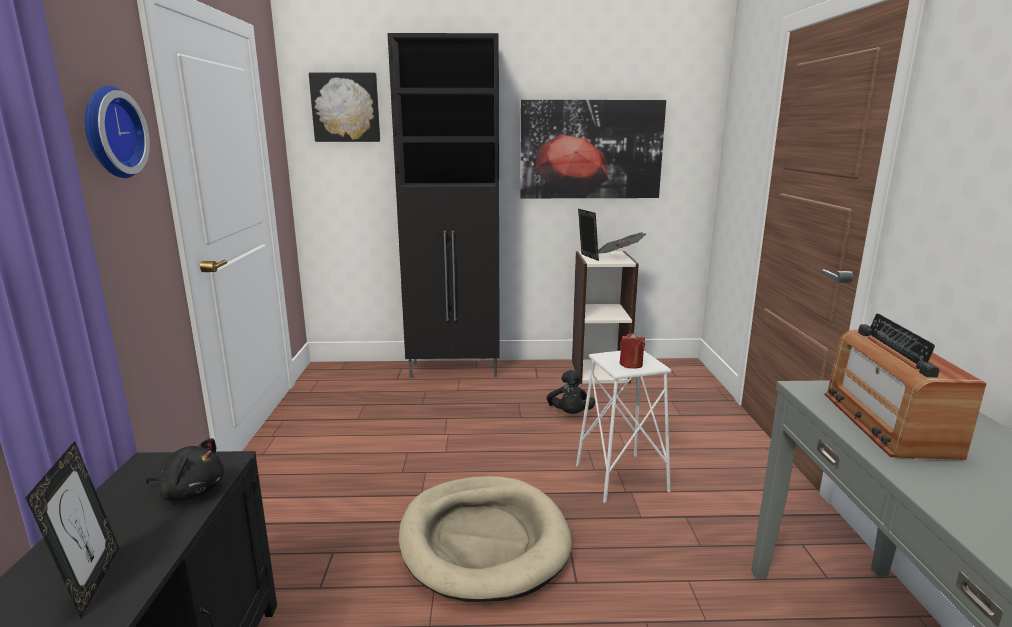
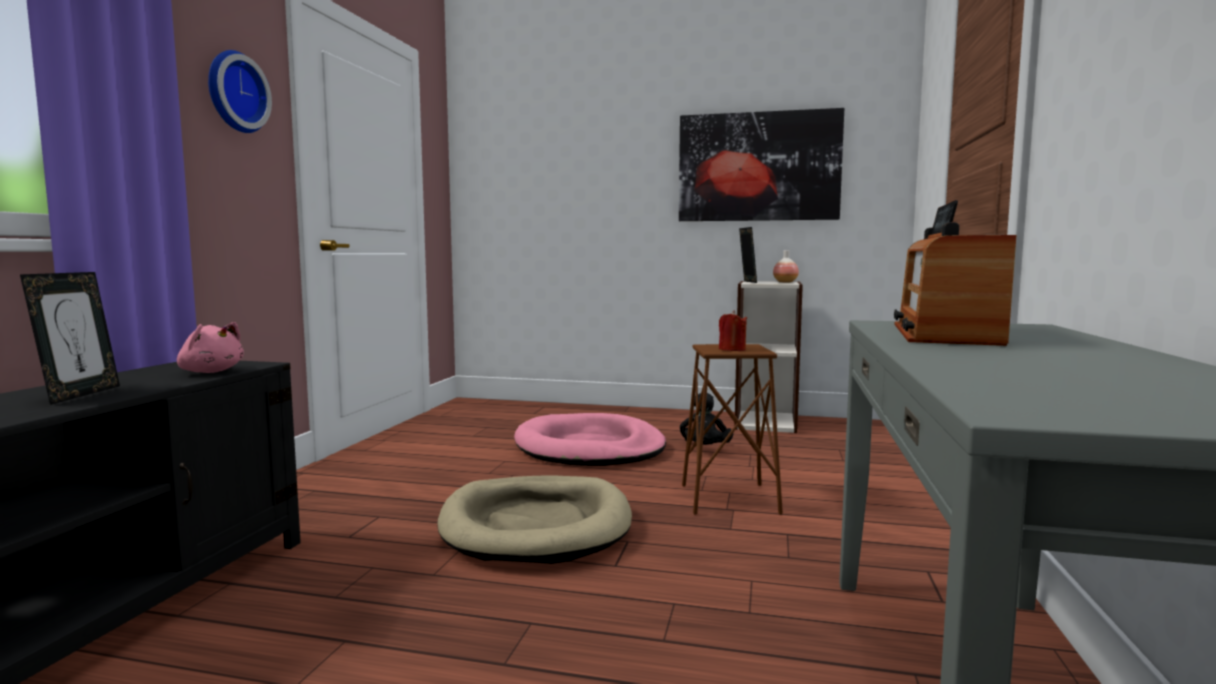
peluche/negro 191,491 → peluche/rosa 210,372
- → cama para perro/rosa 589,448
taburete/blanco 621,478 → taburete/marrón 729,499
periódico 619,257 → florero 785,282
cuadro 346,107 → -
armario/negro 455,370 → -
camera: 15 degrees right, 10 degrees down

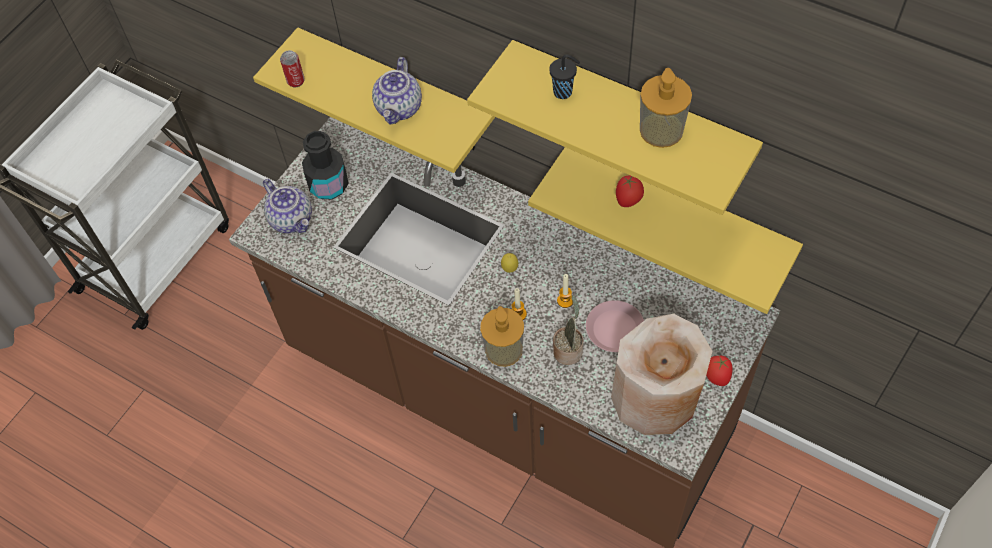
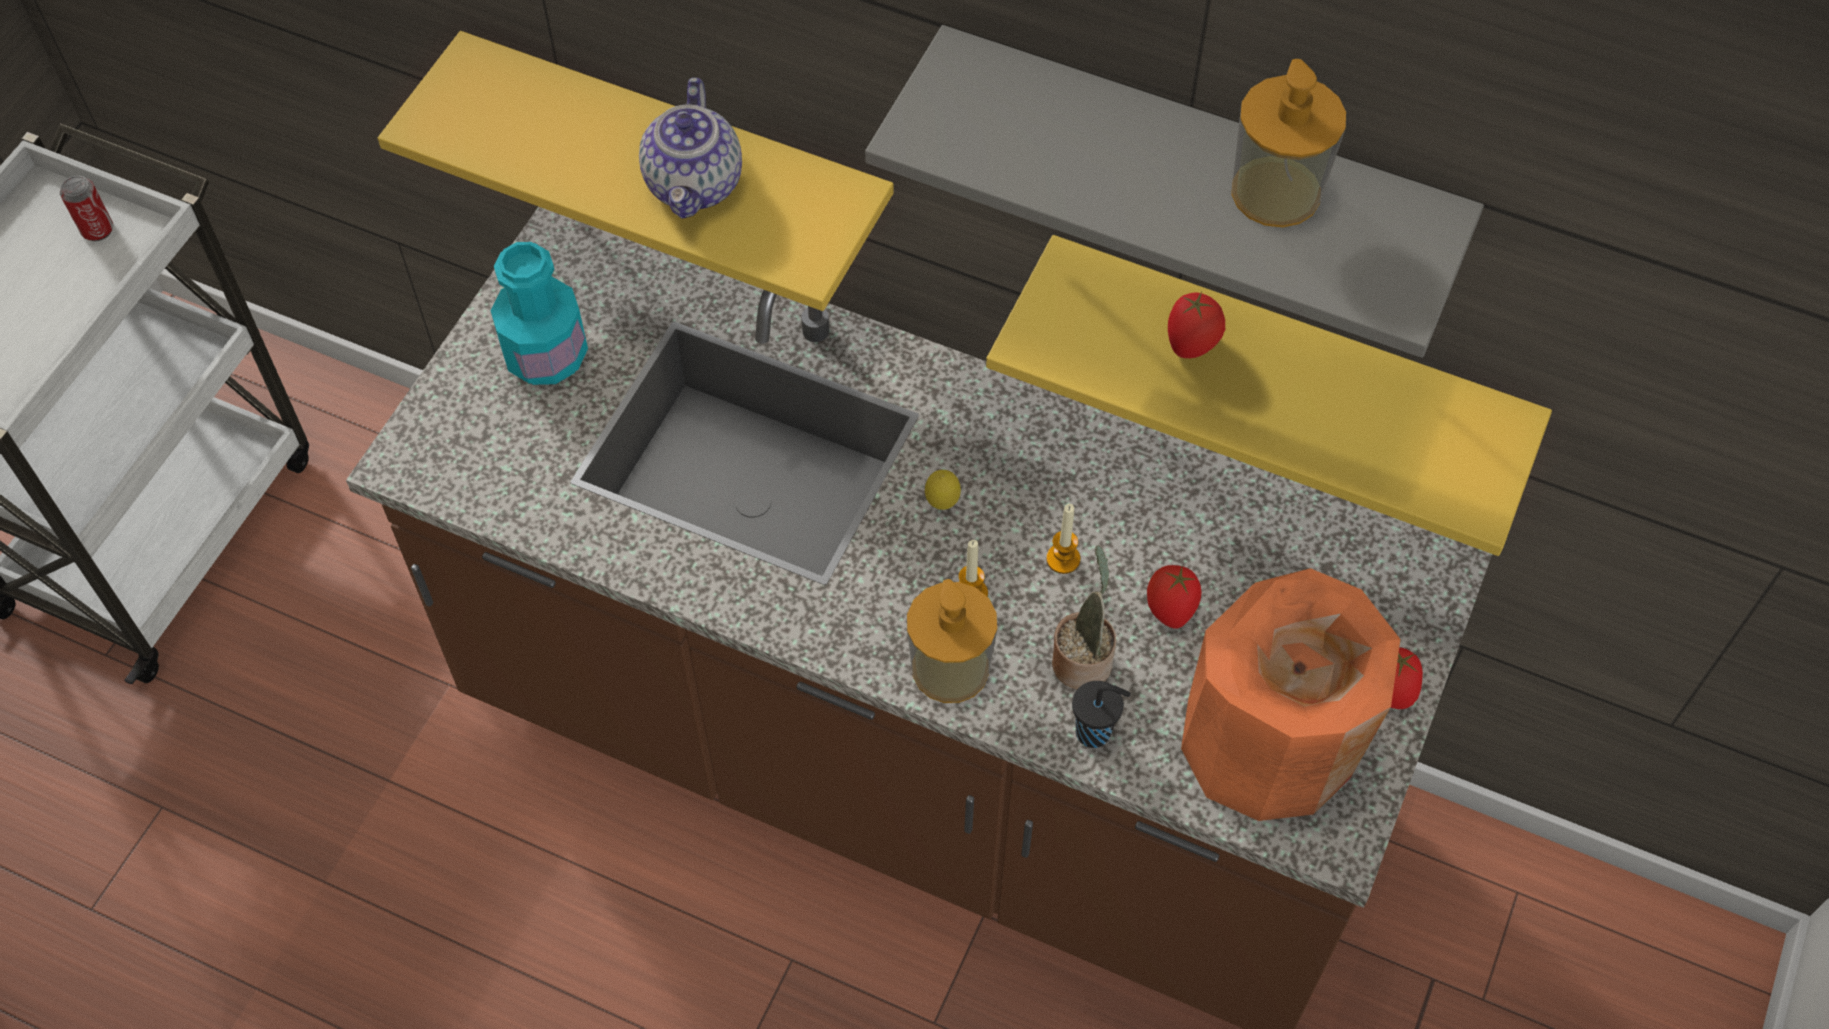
lata 296,81 → lata 98,230, shifted
botella/negro 329,185 → botella/turquesa 546,356
estante/amarillo 630,116 → estante/gris 1195,170
taza/negro 564,92 → taza/negro 1095,732, shifted
plato/rosa 614,329 → tomate 1170,610
florero/beis 656,396 → florero/naranja 1271,741
tetera 292,219 → -
camera: 10 degrees left, 0 degrees up

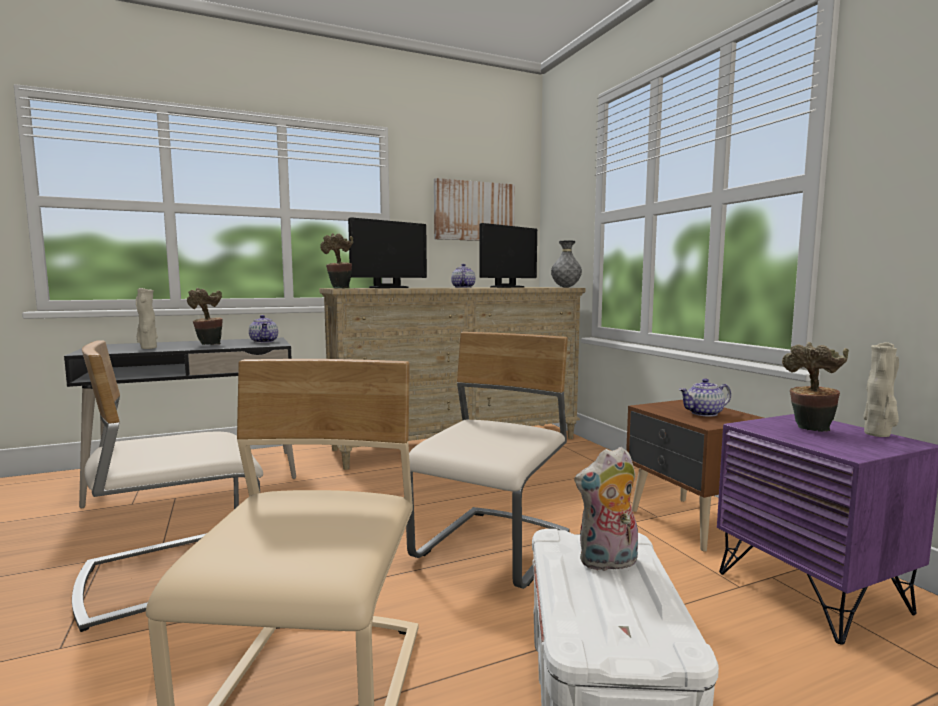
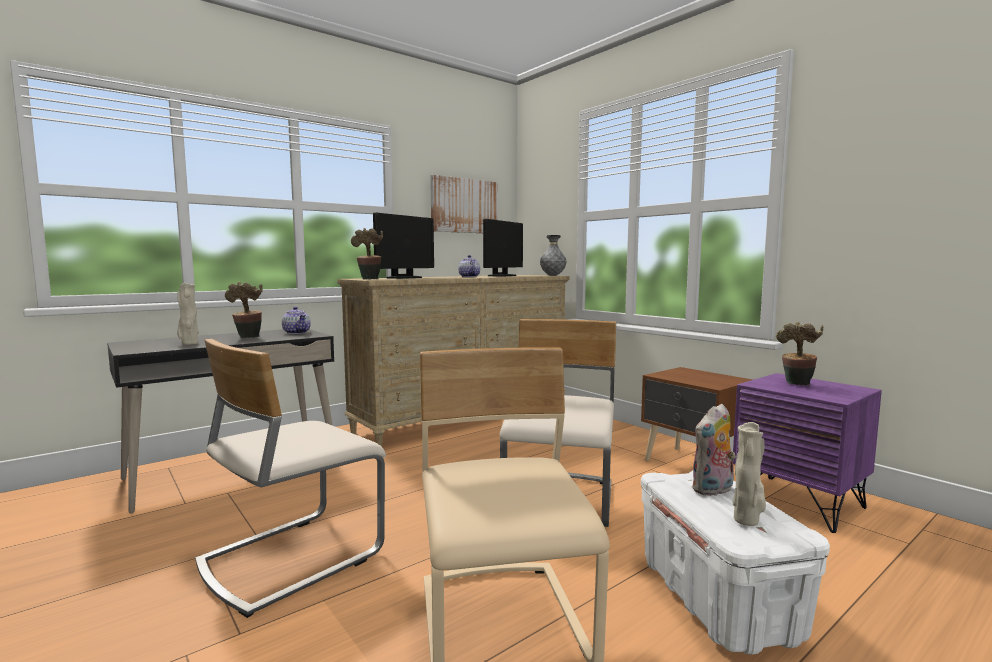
florero/beis 878,435 → florero/beis 747,521, shifted
tetera 704,413 → -
camera: 15 degrees left, 0 degrees up

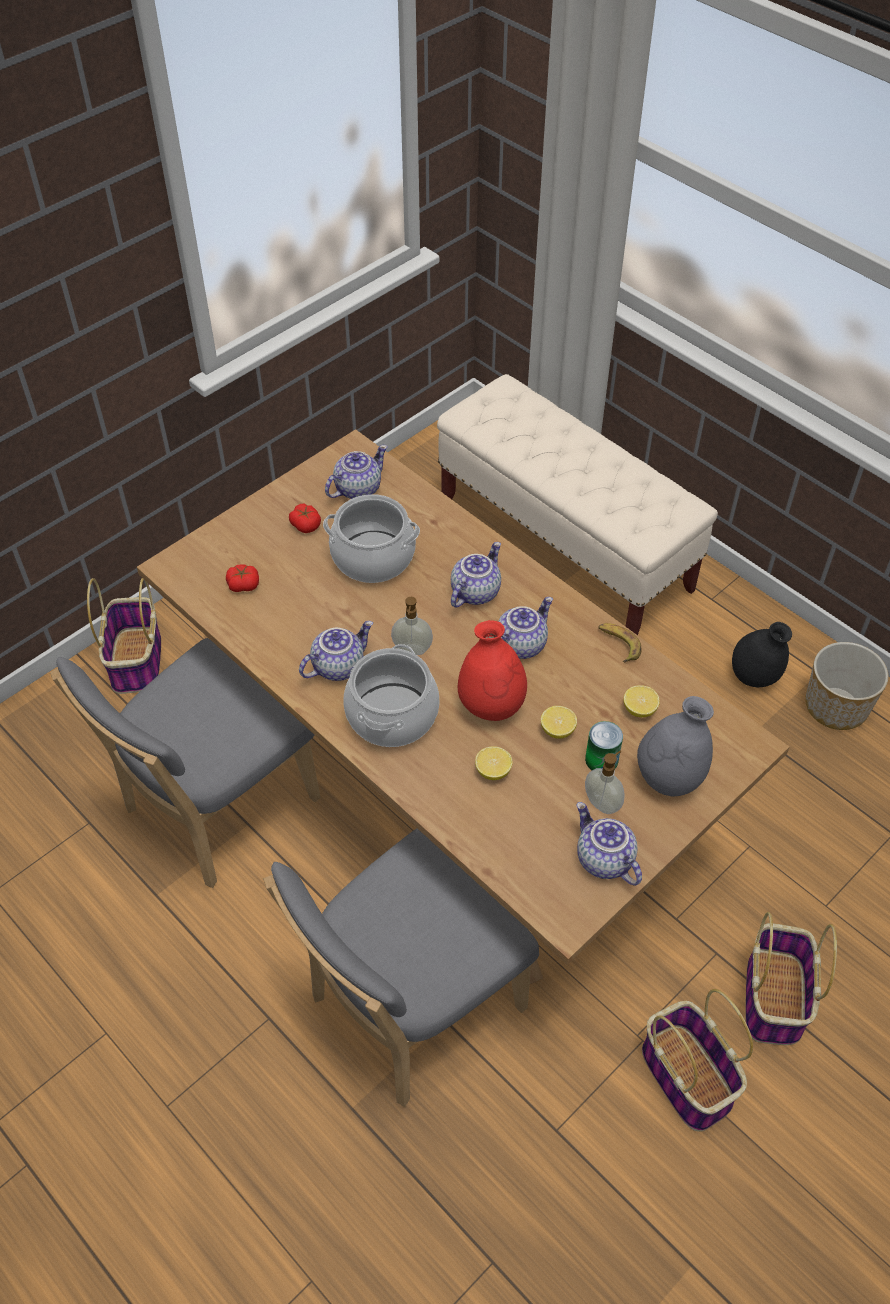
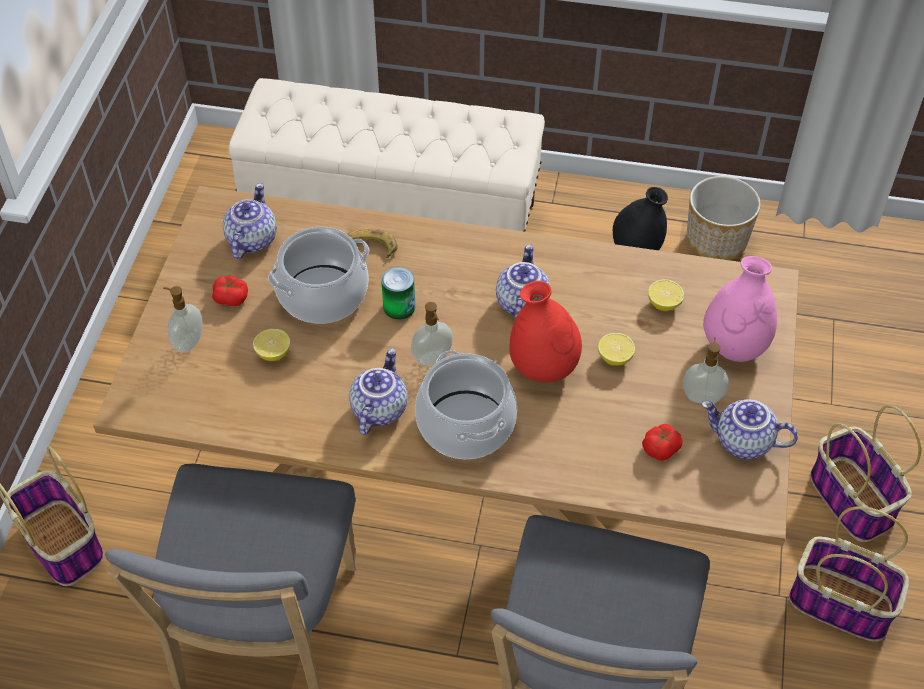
- → dispensador de jabón 188,342
limón 493,771 → limón 273,353, shifted
plátano 618,644 → plátano 371,246, shifted
lata 601,760 → lata 399,307, shifted
tomate 243,584 → tomate 660,448, shifted
florero/gris 669,778 → florero/rosa 734,346
tetera 474,591 → -
camera: 35 degrees left, 0 degrees up

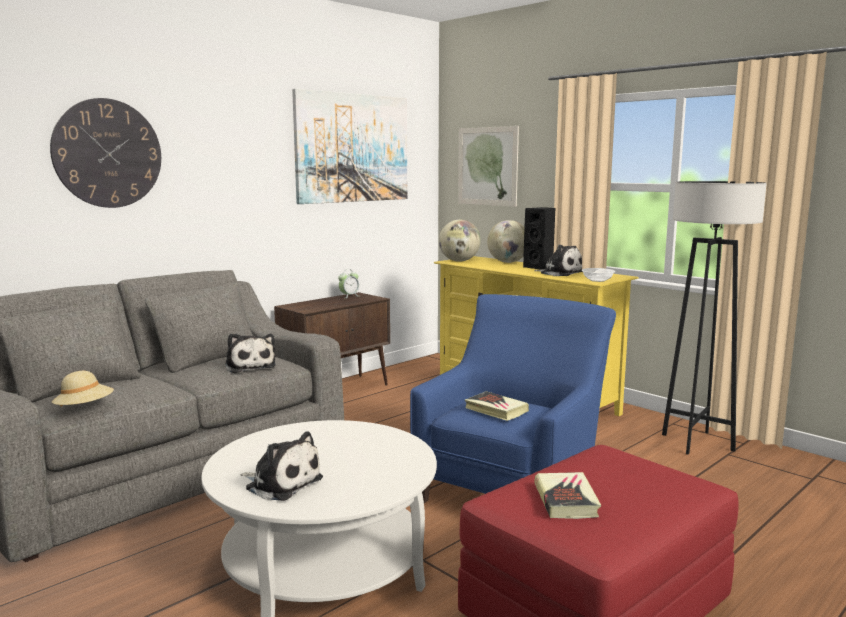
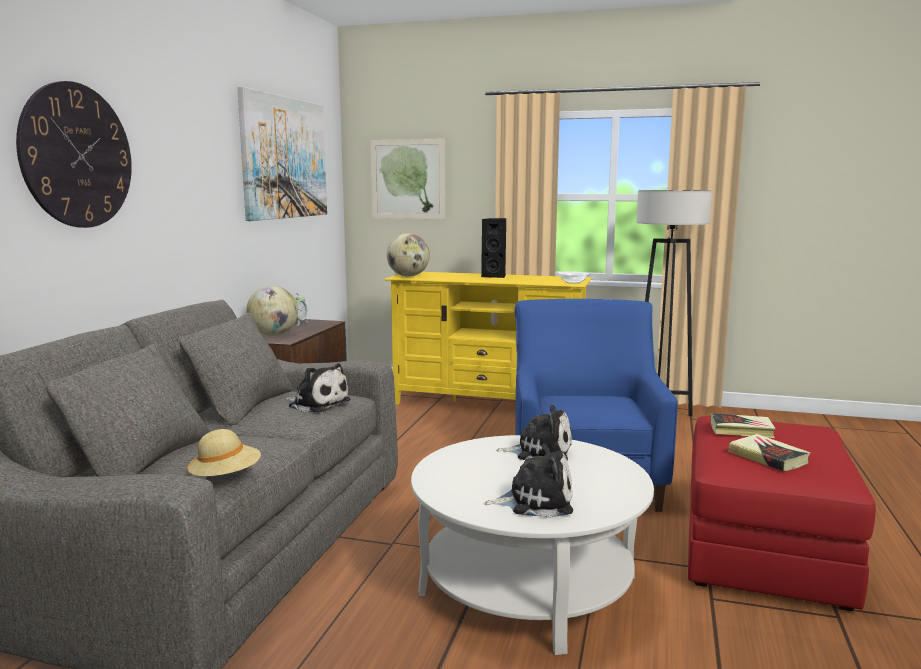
globo terráqueo 508,262 → globo terráqueo 274,335, shifted
peluche 559,273 → peluche 540,452, shifted
libro 496,410 → libro 741,430, shifted
camera: 30 degrees left, 0 degrees up

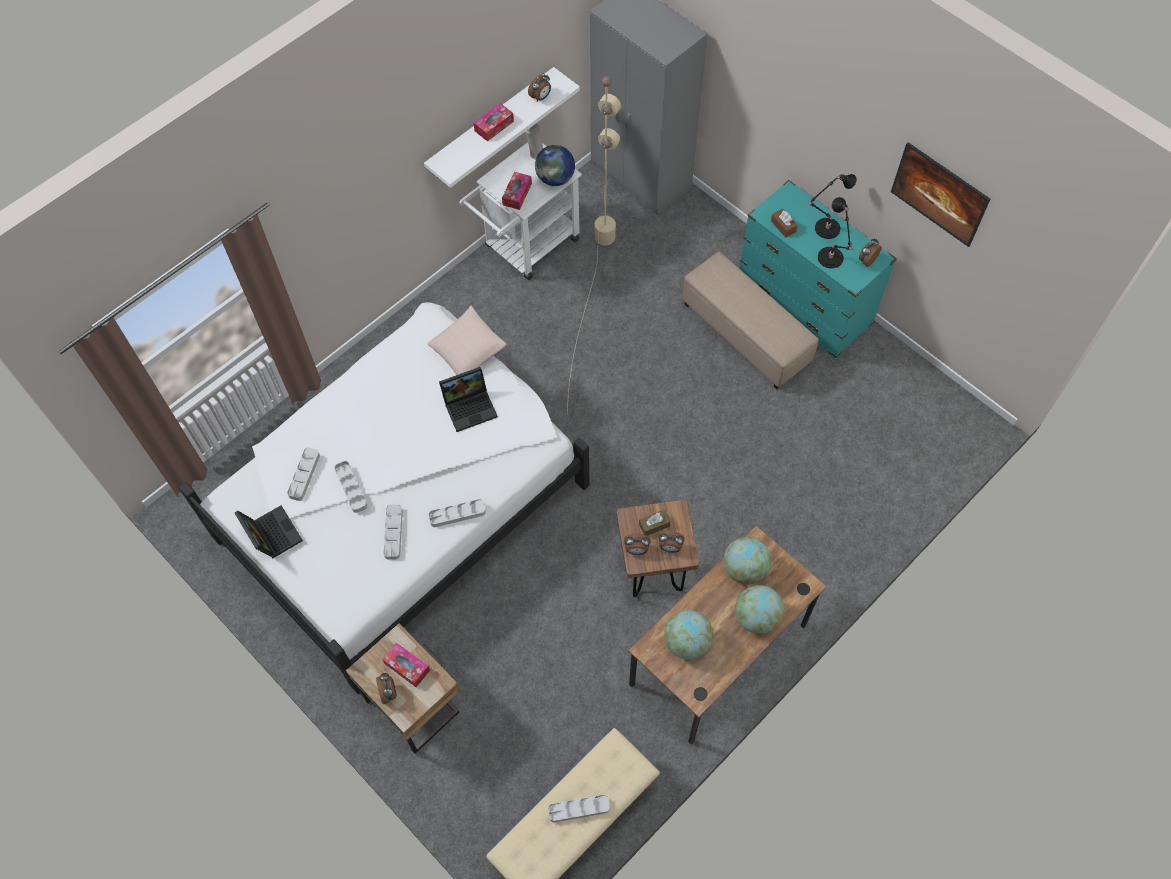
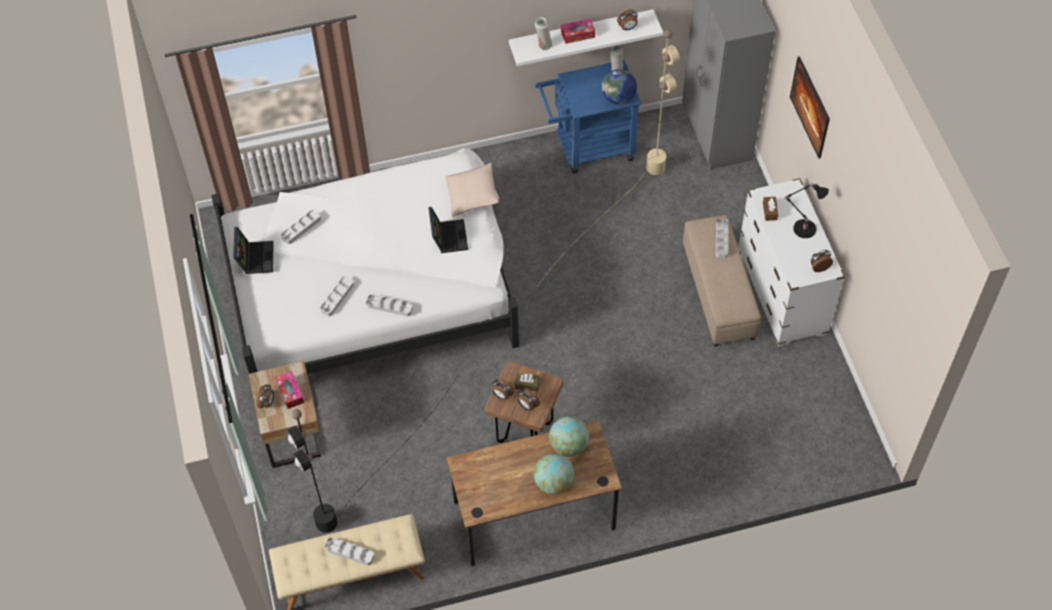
- → lámpara de pie/negro 366,480
portátil 470,406 → portátil 447,236, 105 degrees counterclockwise
- → florero/blanco 543,45
carrito/blanco 526,247 → carrito/azul 588,148
bandeja/gris 351,488 → bandeja/gris 721,240, shifted
cómoda/turquesa 803,305 → cómoda/blanco 782,293
cuadro 935,206 → cuadro 808,117, shifted
caja de pañuelos 517,194 → -
globo terráqueo 687,642 → -
lámpara de mesa/negro 831,259 → -
camera: 30 degrees right, 5 degrees down

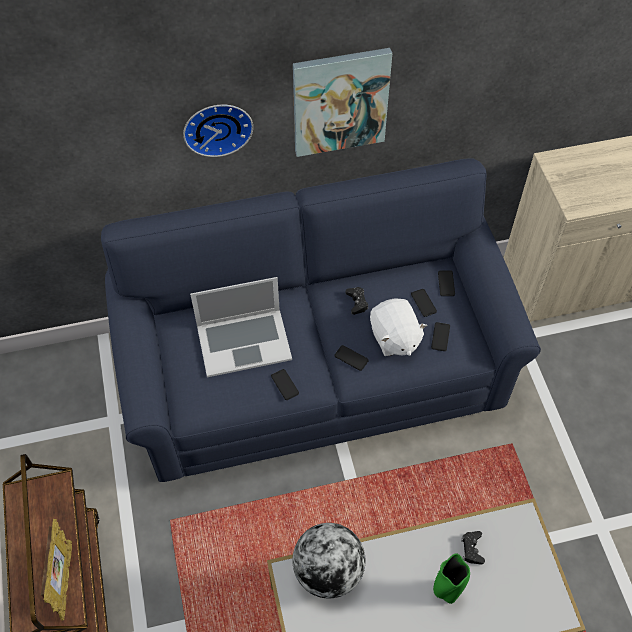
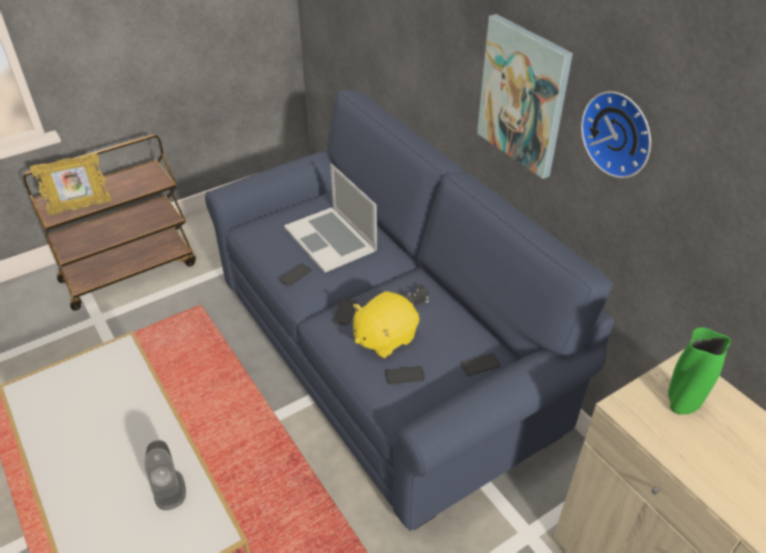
mando de consola/negro 472,549 → altavoz/gris 169,489
peluche/blanco 394,338 → peluche/amarillo 384,338
reloj de pared 217,127 → reloj de pared 619,133, shifted
florero/verde 446,591 → florero/verde 681,404, shifted
globo terráqueo 328,571 → -
móvil 423,303 → -
camera: 70 degrees right, 15 degrees down

